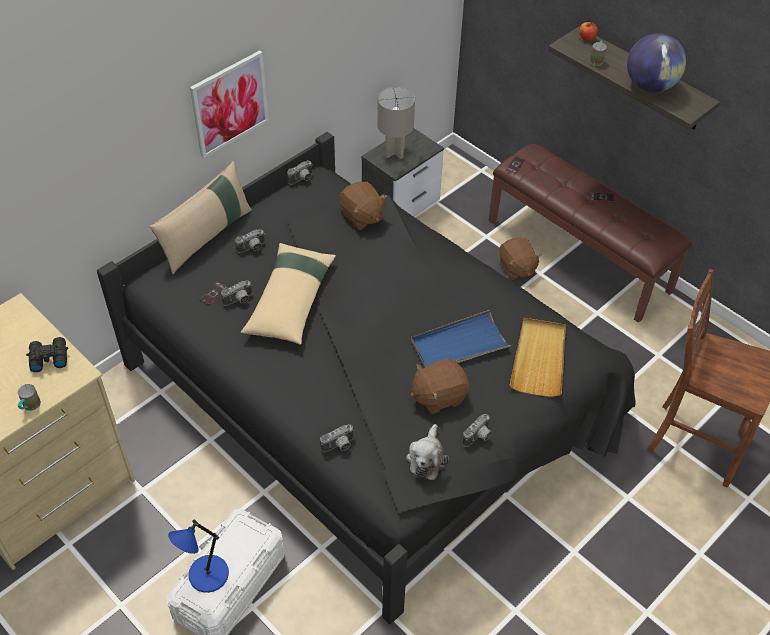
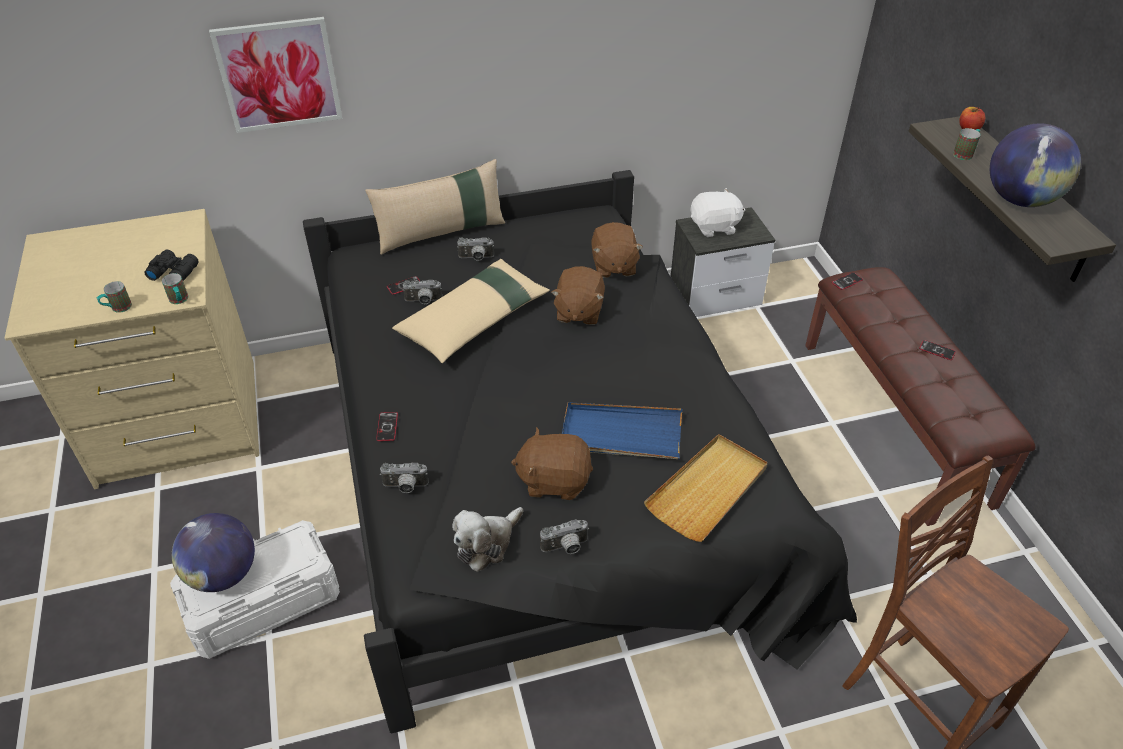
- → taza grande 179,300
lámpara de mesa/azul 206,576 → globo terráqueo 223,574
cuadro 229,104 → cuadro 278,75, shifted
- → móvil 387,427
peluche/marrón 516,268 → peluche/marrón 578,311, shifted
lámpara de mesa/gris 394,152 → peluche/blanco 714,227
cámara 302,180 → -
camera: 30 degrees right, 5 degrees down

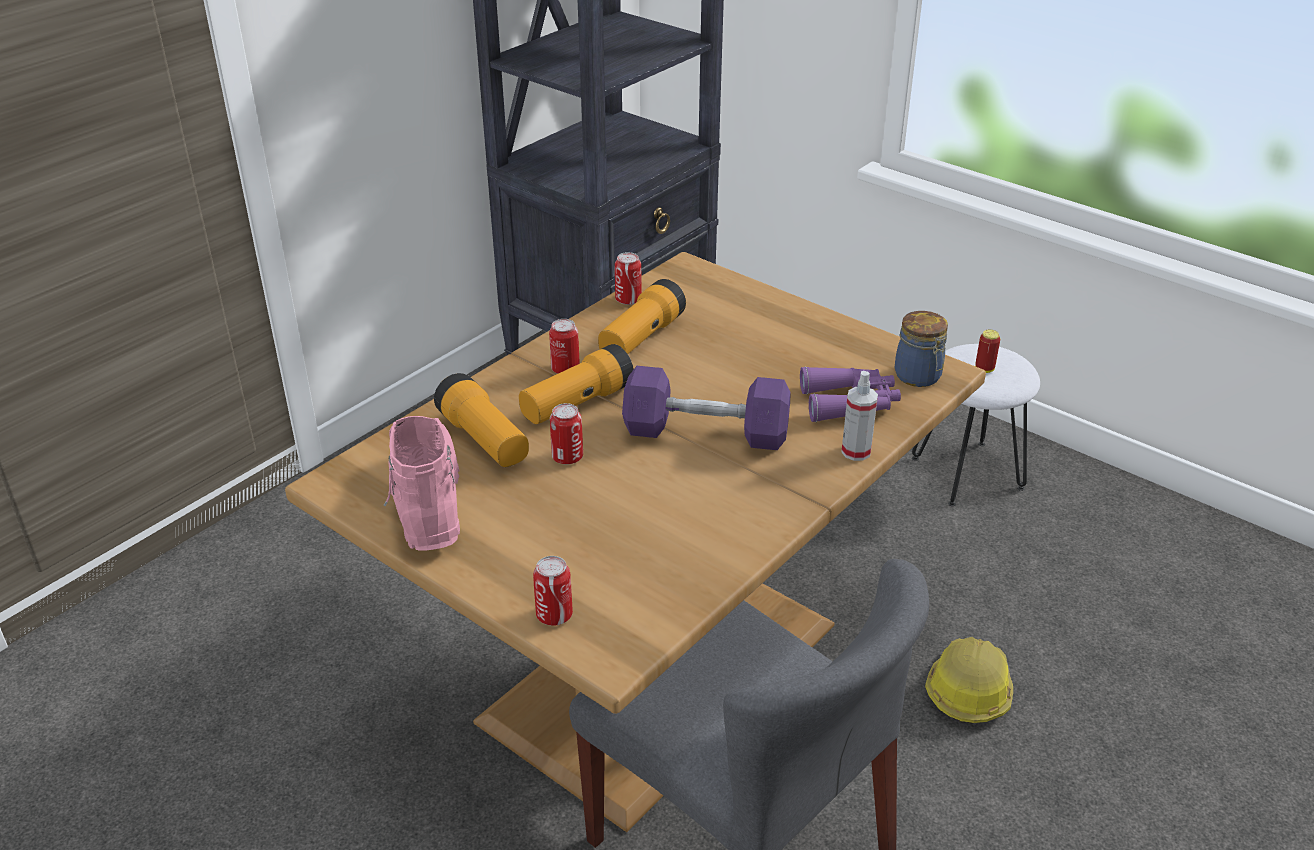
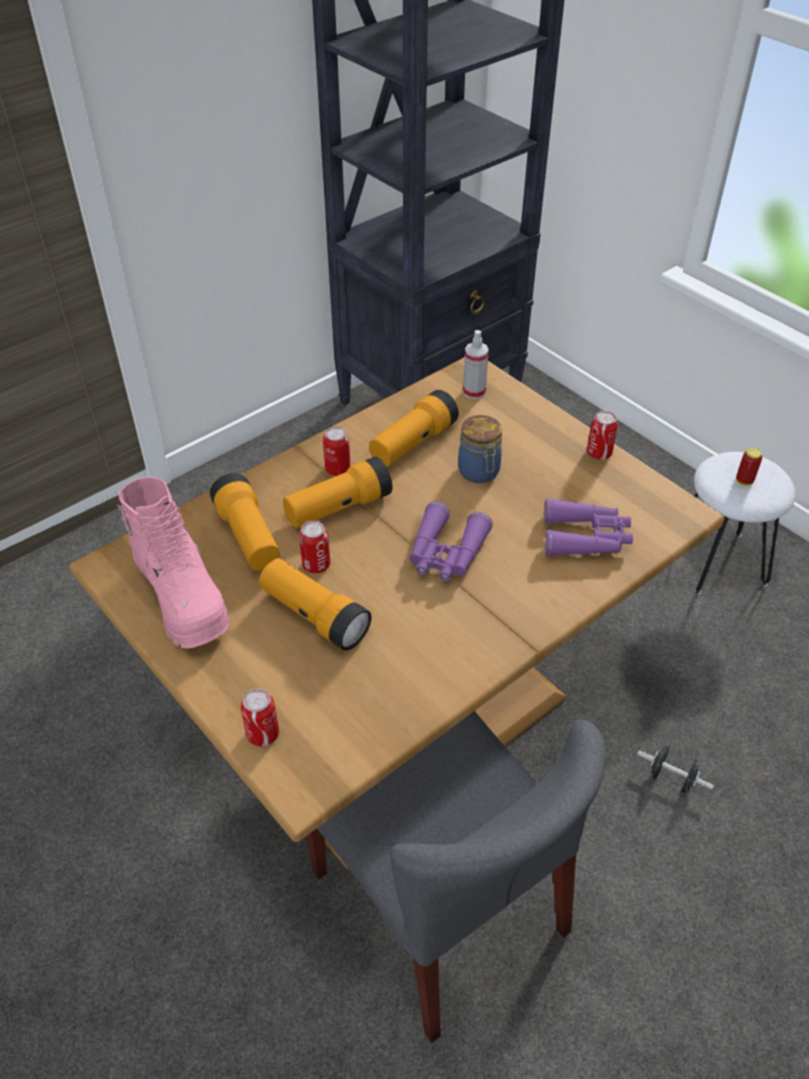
bota/rosa 426,502 → bota/rosa 182,596, 150 degrees clockwise
- → linterna 314,616
mancuerna/morado 706,432 → prismáticos/morado 446,553
tarro 919,377 → tarro 479,472, shifted
pulverizador 856,451 → pulverizador 474,392, shifted
lata 628,300 → lata 599,453, shifted
casco 968,689 → mancuerna/negro 671,778
camera: 10 degrees right, 10 degrees up

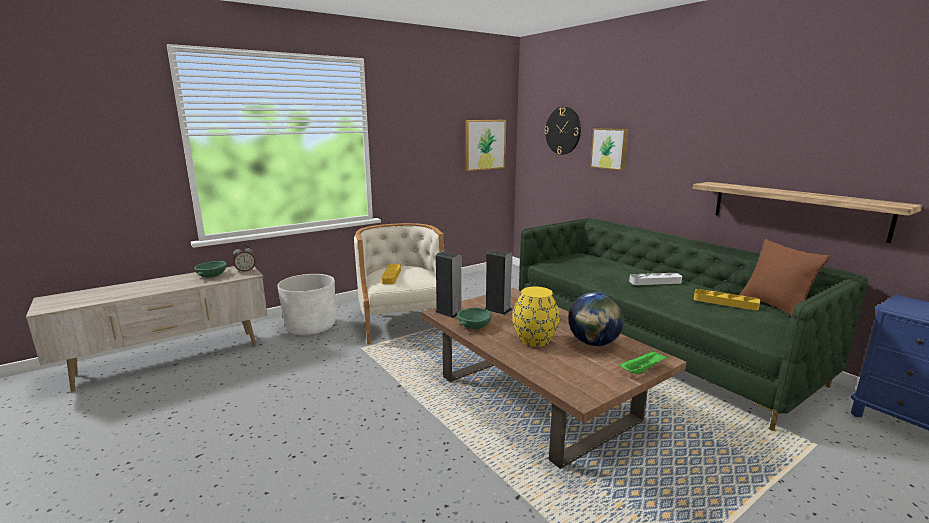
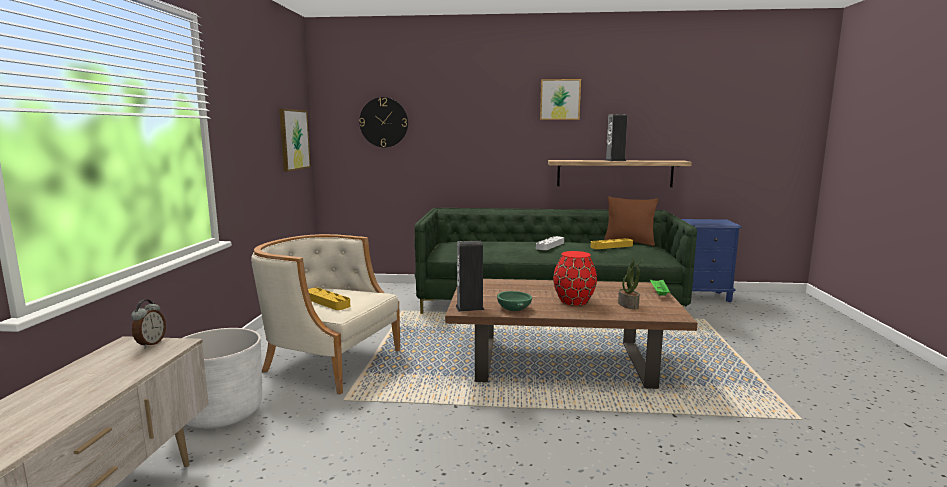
cuadro 610,148 → cuadro 560,99, shifted
florero/amarillo 534,340 → florero/rojo 573,301
altavoz 498,309 → altavoz 615,160, shifted
- → planta en maceta 628,305
cuenco/verde 212,275 → -
globo terráqueo 593,343 → -
camera: 50 degrees left, 5 degrees down

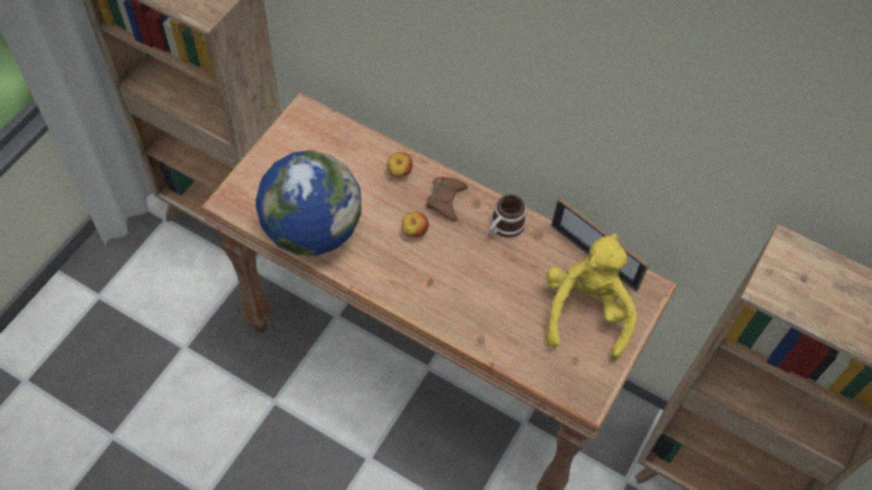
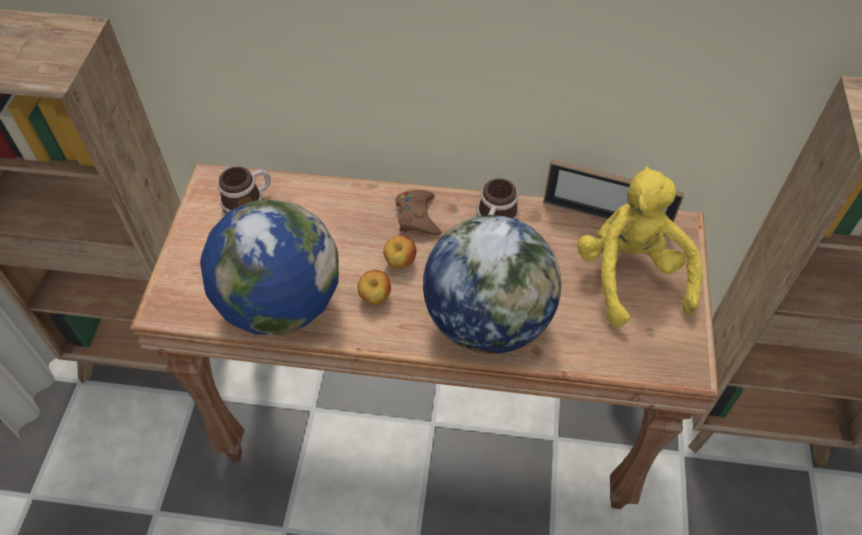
- → taza grande 248,201
manzana 399,173 → manzana 375,297, shifted
- → globo terráqueo 488,320
camera: 20 degrees left, 5 degrees down

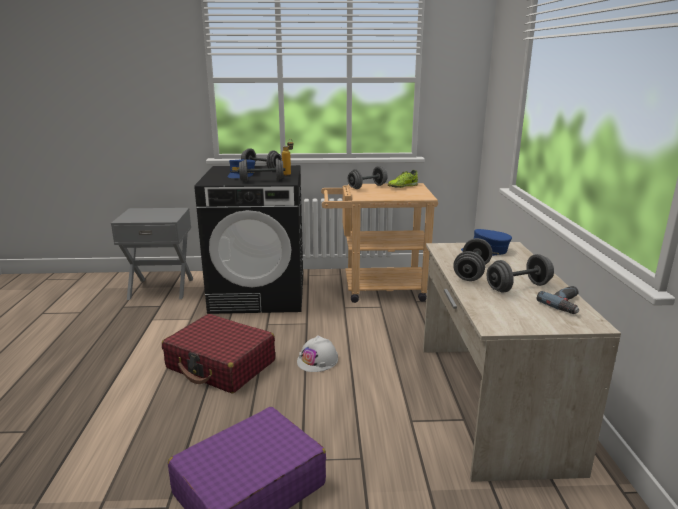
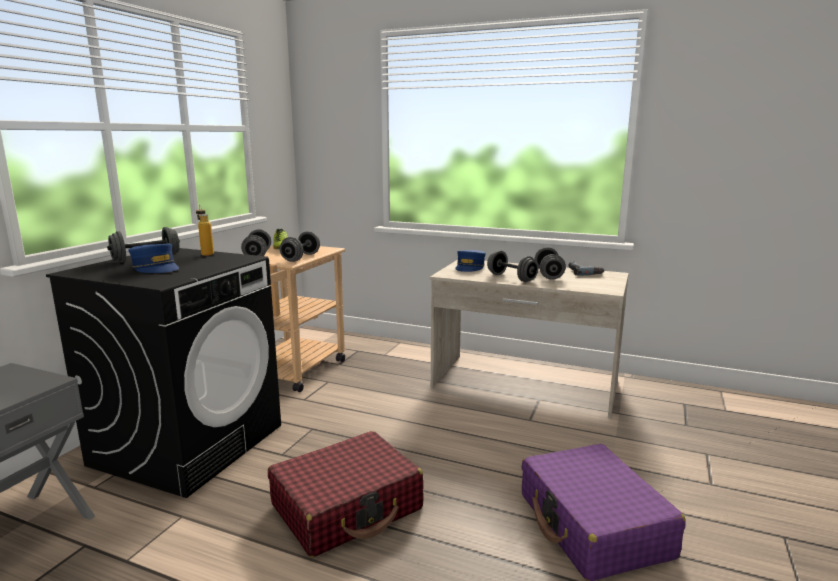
mancuerna/gris 262,180 → mancuerna/gris 301,258, shifted
casco/blanco 317,360 → -
camera: 65 degrees left, 5 degrees down

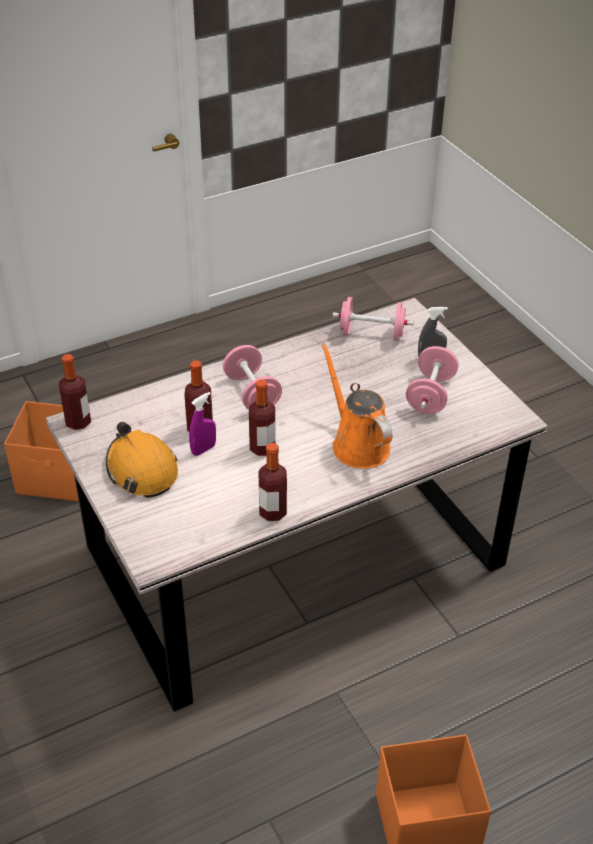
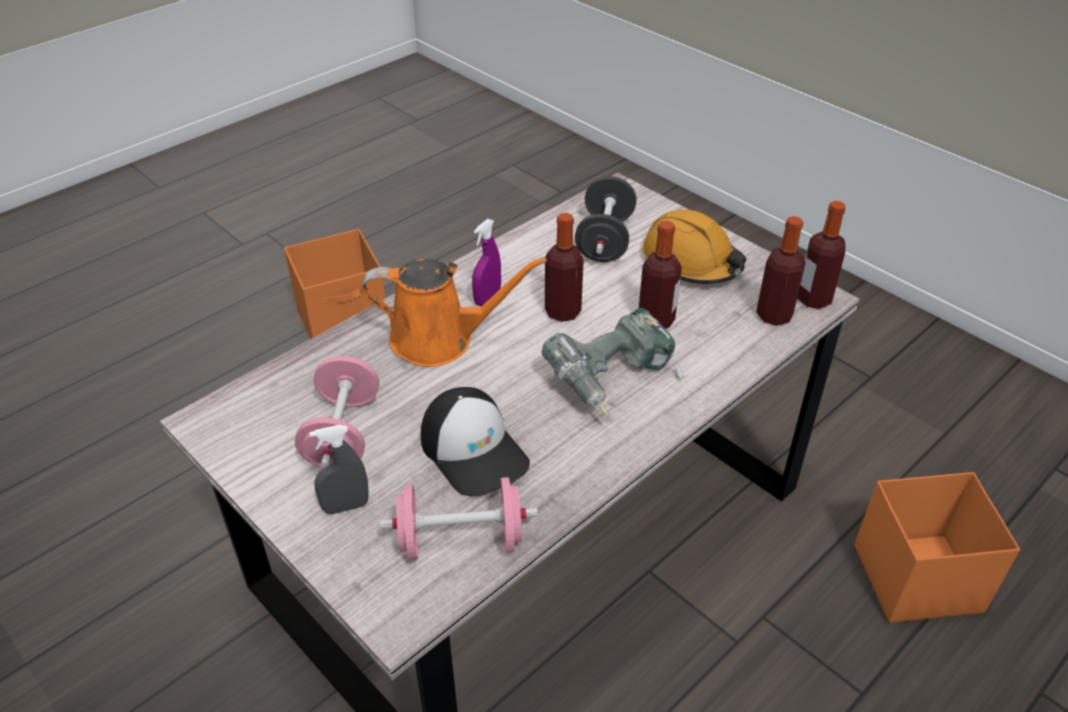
regadera/naranja 357,444 → regadera/naranja 440,339, 45 degrees counterclockwise
- → gorra 474,450
pulverizador/morado 203,449 → pulverizador/morado 487,298, shifted
mancuerna/rosa 252,393 → taladro 614,382
- → mancuerna/negro 605,240
botella 272,512 → botella 774,315, shifted
camera: 165 degrees right, 0 degrees up

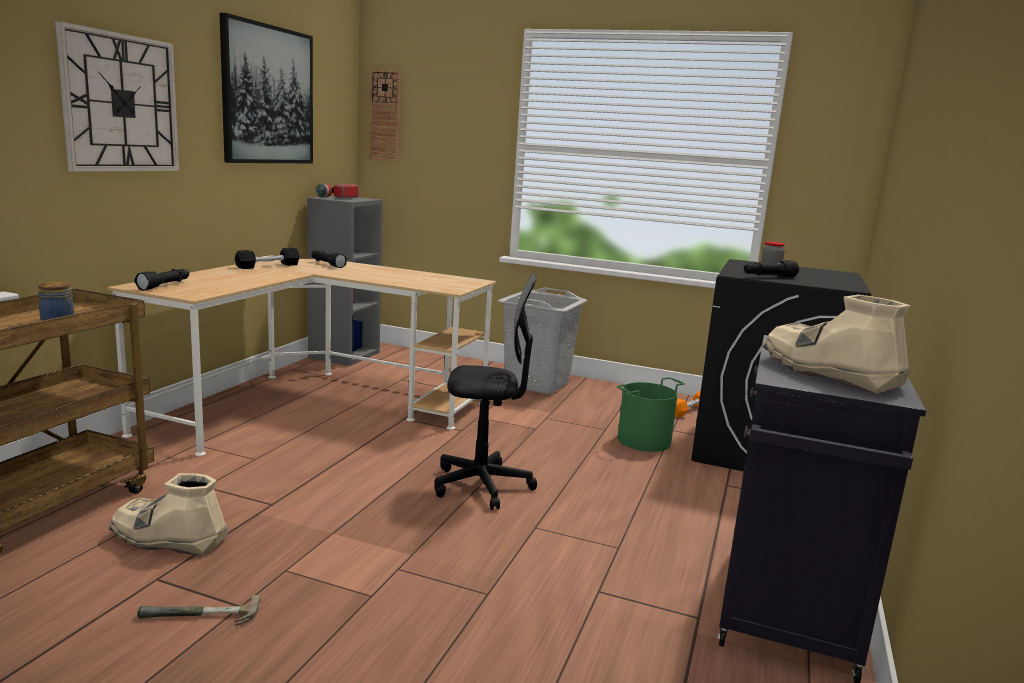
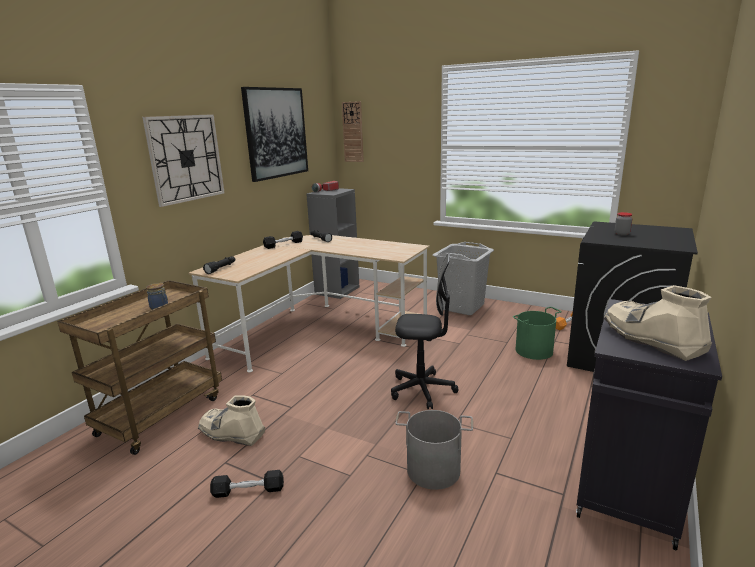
martillo 198,618 → mancuerna/negro 248,490
- → cubo/gris 433,470
linterna/negro 768,277 → -
camera: 10 degrees right, 5 degrees up

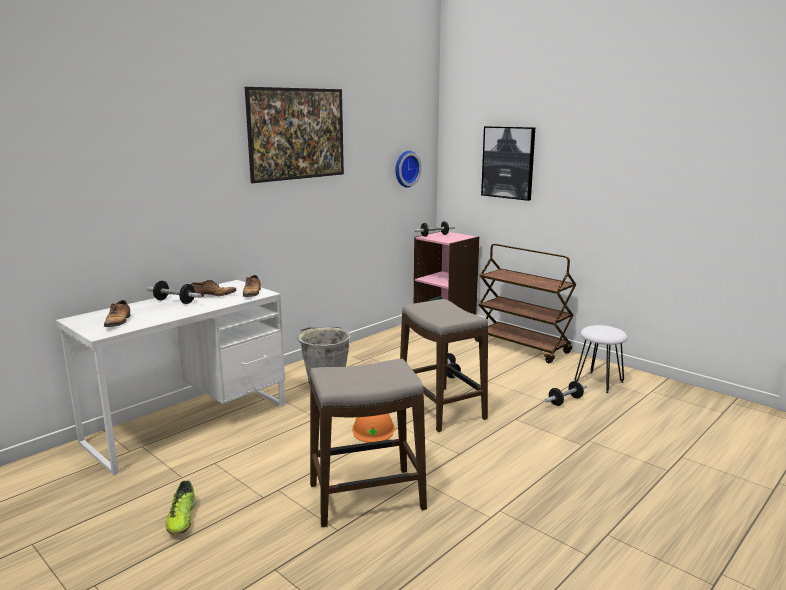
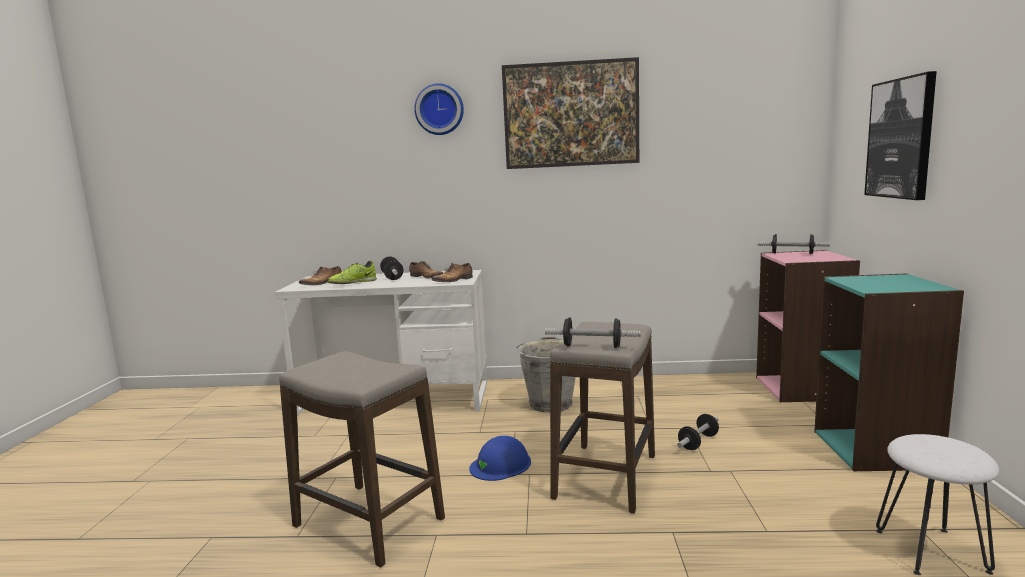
zapato 182,518 → zapato 352,283, shifted
reloj de pared 405,169 → reloj de pared 439,109, shifted
casco/naranja 373,429 → casco/azul 501,464
mancuerna 565,401 → mancuerna 592,346, shifted
carrito/marrón 522,347 → estantería/turquesa 876,449
camera: 50 degrees right, 5 degrees down

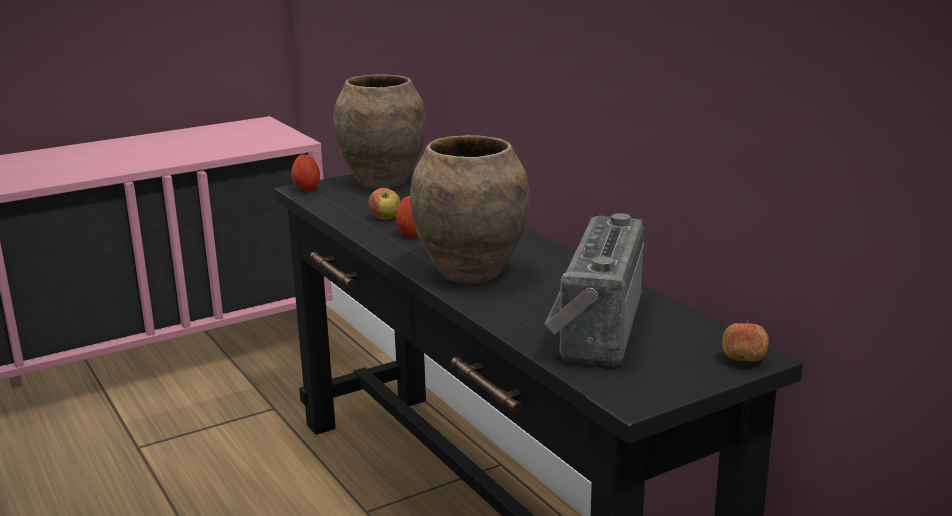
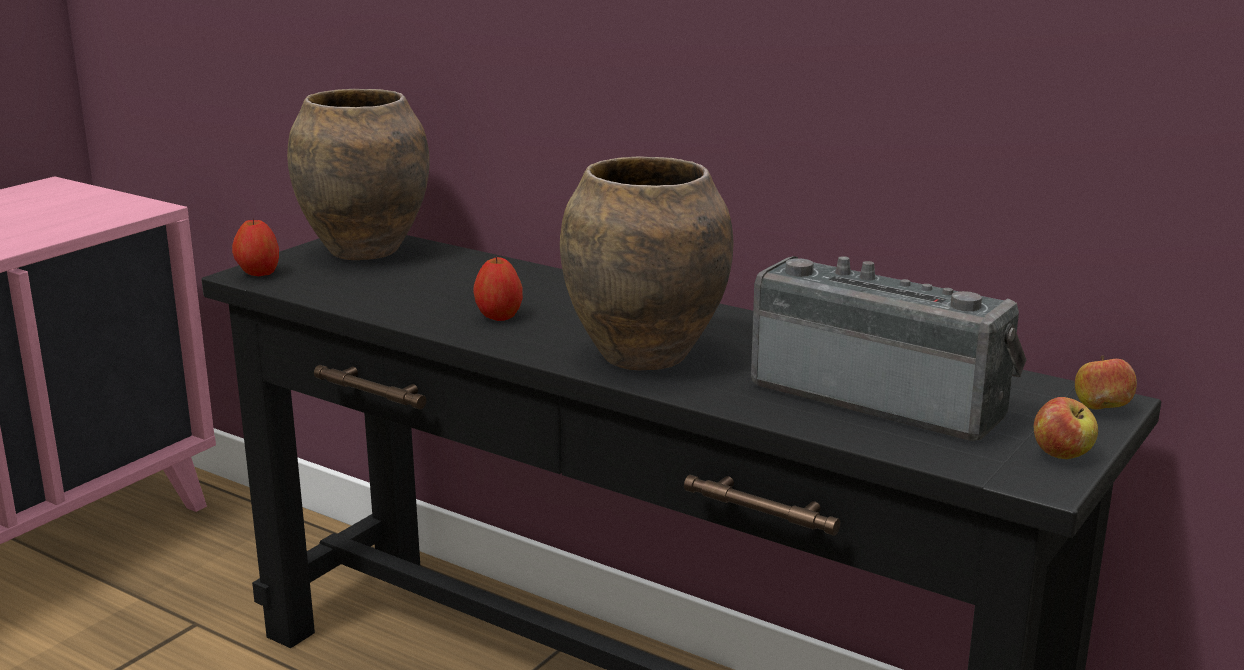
radio 592,326 → radio 881,397, 135 degrees clockwise
manzana 385,218 → manzana 1062,455, shifted
camera: 25 degrees left, 0 degrees up

